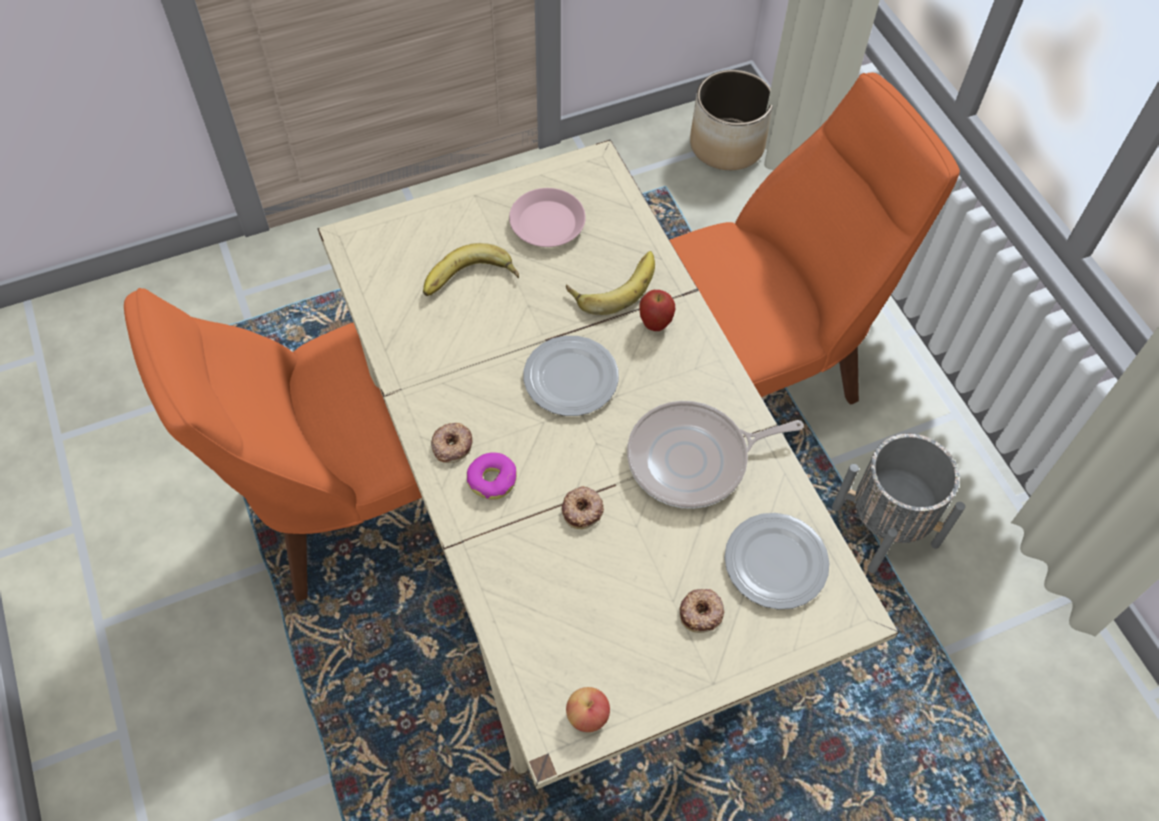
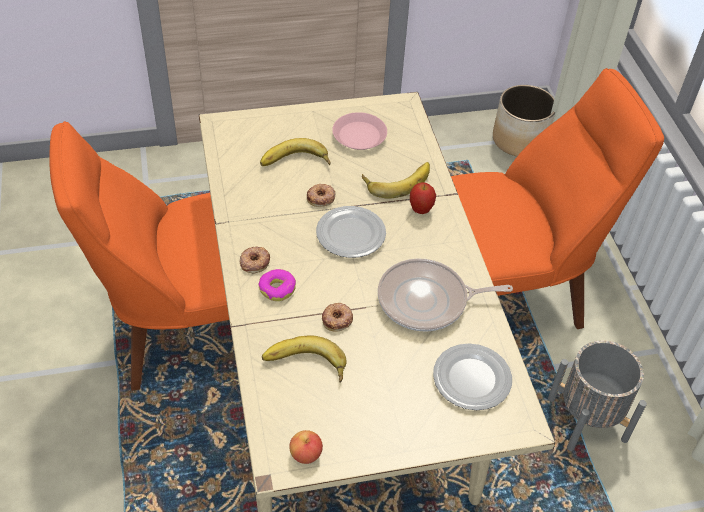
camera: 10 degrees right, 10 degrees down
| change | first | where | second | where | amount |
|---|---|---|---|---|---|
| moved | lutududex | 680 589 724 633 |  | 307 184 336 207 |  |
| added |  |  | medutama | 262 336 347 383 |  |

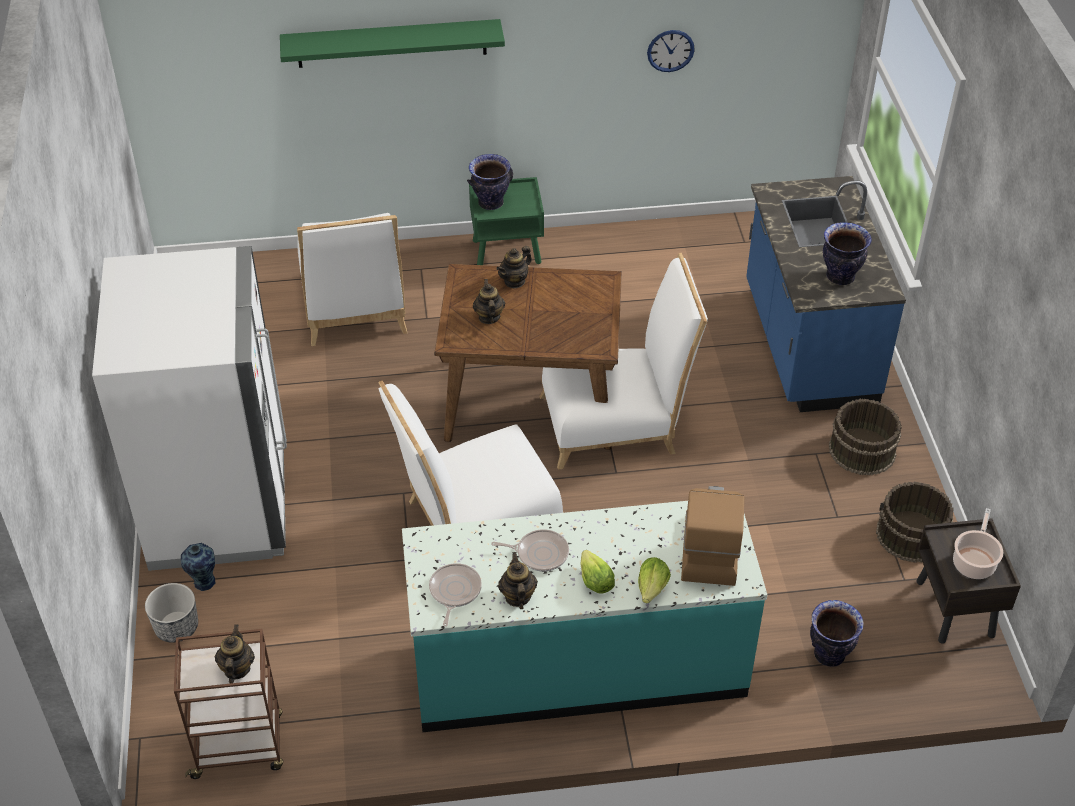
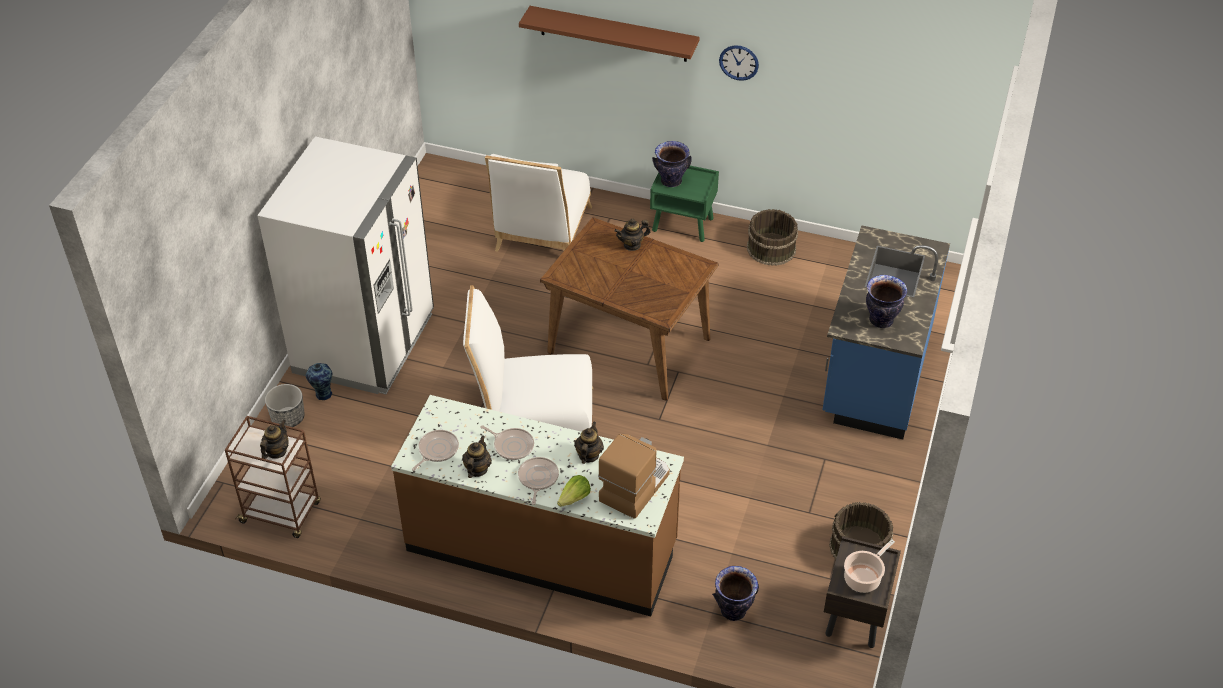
camera: 25 degrees right, 0 degrees up
| change | first | where | second | where | amount |
|---|---|---|---|---|---|
| recoloured | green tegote | 280 19 505 68 | brown tegote | 519 6 700 62 |  |
| recoloured | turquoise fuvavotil | 402 501 767 732 | brown fuvavotil | 391 395 684 616 |  |
| moved | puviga | 473 279 505 324 |  | 574 421 604 464 |  |
| removed | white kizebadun | 540 253 708 470 |  |  |  |
| replaced | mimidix | 580 550 615 594 | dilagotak | 518 457 559 505 |  |
| moved | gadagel | 647 30 695 72 |  | 719 45 759 81 |  |
| moved | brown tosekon | 829 399 902 475 |  | 747 209 798 266 |  |

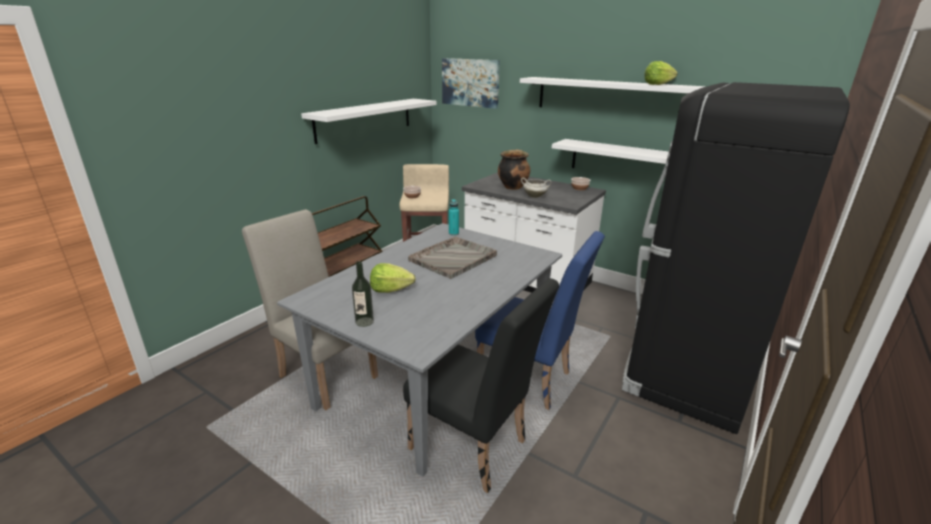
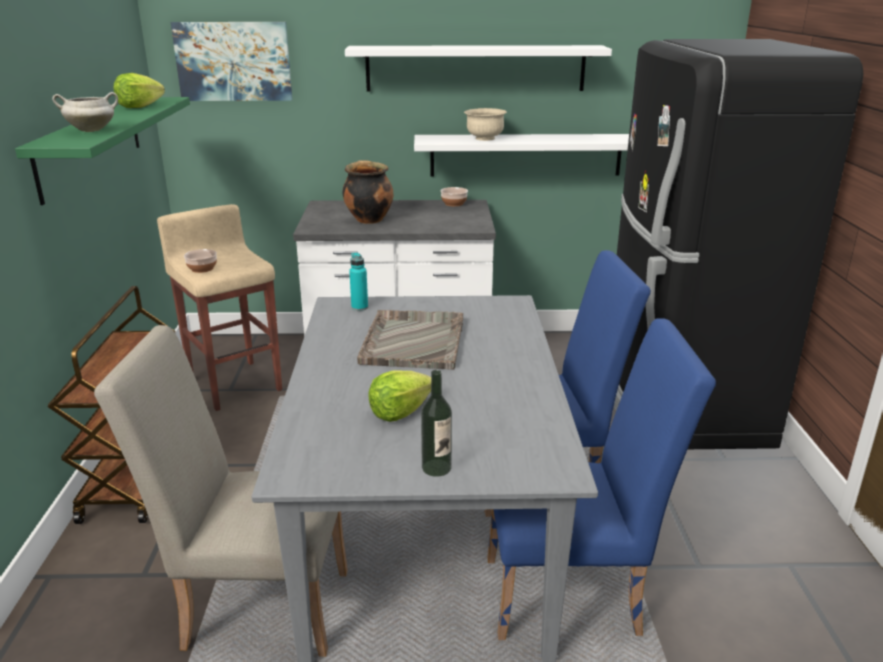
camera: 35 degrees left, 0 degrees up
| change | first | where | second | where | amount |
|---|---|---|---|---|---|
| recoloured | white tegote | 301 99 437 144 | green tegote | 15 97 190 205 |  |
| recoloured | black kizebadun | 403 278 559 493 | blue kizebadun | 487 318 716 640 |  |
| moved | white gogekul | 521 178 551 198 |  | 52 92 118 132 |  |
| moved | mimidix | 644 61 678 85 |  | 114 73 165 108 |  |
| added |  |  | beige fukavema | 464 108 507 141 |  |

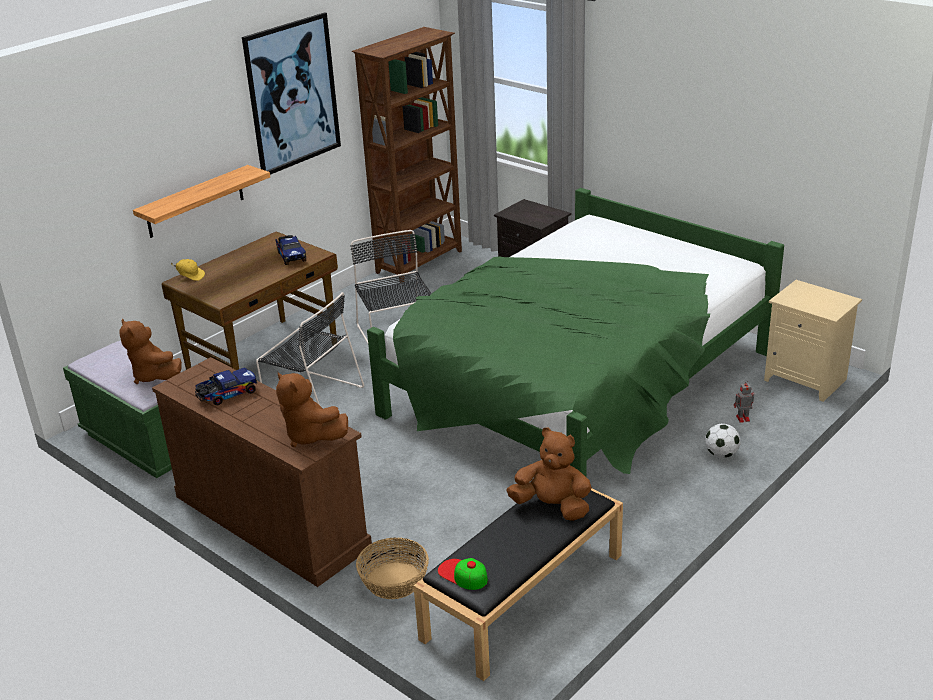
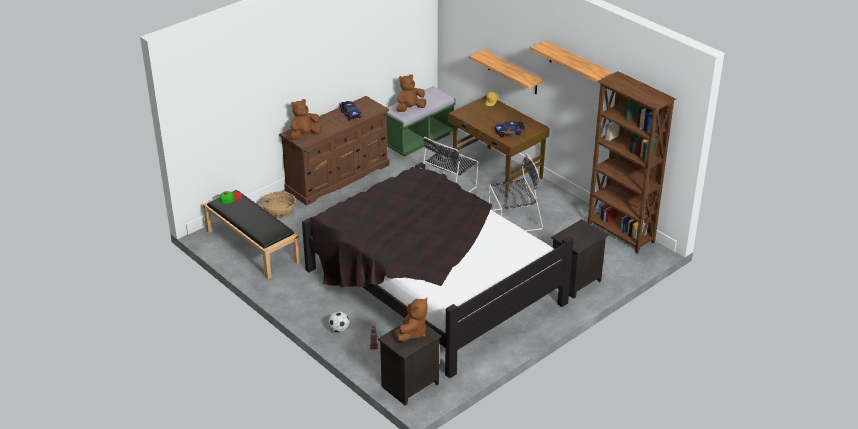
camera: 95 degrees right, 5 degrees up
| change | first | where | second | where | amount |
|---|---|---|---|---|---|
| replaced | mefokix | 242 12 341 175 | tegote | 531 40 611 82 |  |
| recoloured | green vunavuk | 367 188 784 477 | black vunavuk | 302 162 574 378 |  |
| moved | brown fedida | 506 428 592 521 |  | 395 298 428 342 |  |
| recoloured | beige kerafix | 764 280 862 402 | black kerafix | 378 324 442 405 |  |

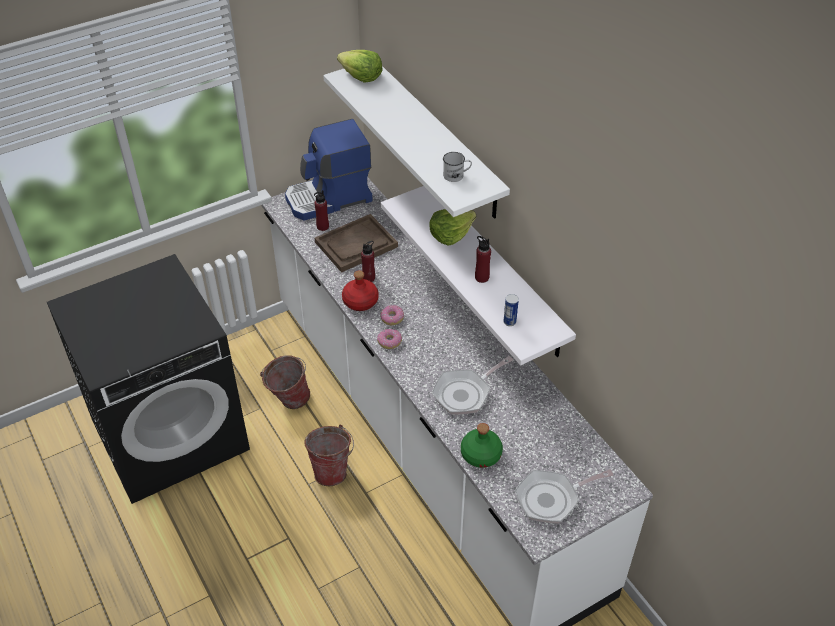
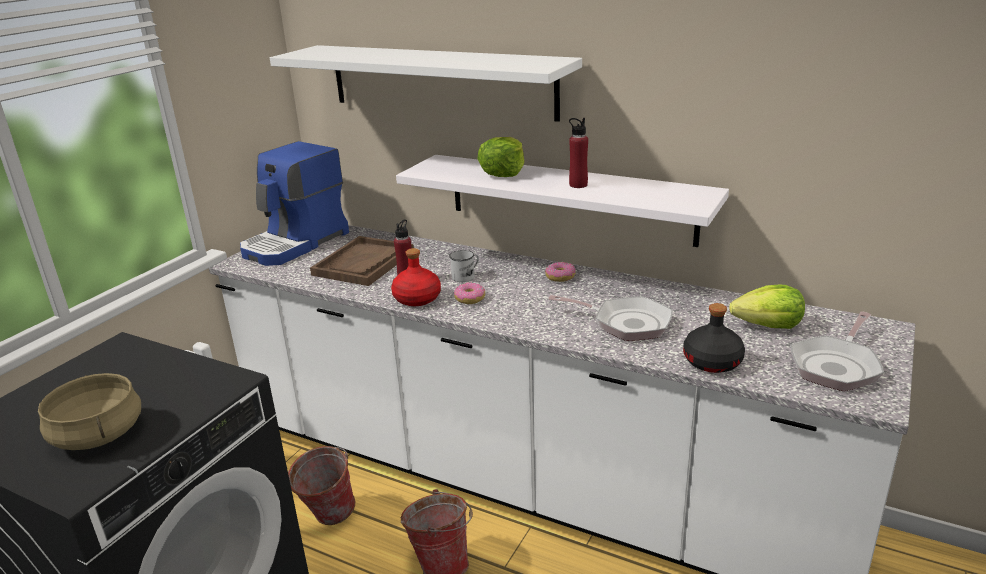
camera: 30 degrees left, 20 degrees down
| change | first | where | second | where | amount |
|---|---|---|---|---|---|
| removed | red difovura | 314 190 329 231 |  |  |  |
| moved | mimidix | 337 50 383 83 |  | 729 285 805 329 |  |
| moved | lutududex | 377 329 402 349 |  | 545 262 576 282 |  |
| turned | dilagotak | 432 356 513 415 |  | 548 295 673 341 | 90 degrees counterclockwise |
| moved | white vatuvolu | 443 152 472 182 |  | 449 250 479 282 |  |
| recoloured | green difovura | 461 423 503 468 | black difovura | 683 303 745 373 |  |
| removed | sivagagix | 504 294 519 326 |  |  |  |
| added |  |  | beige gogekul | 38 373 141 450 |  |

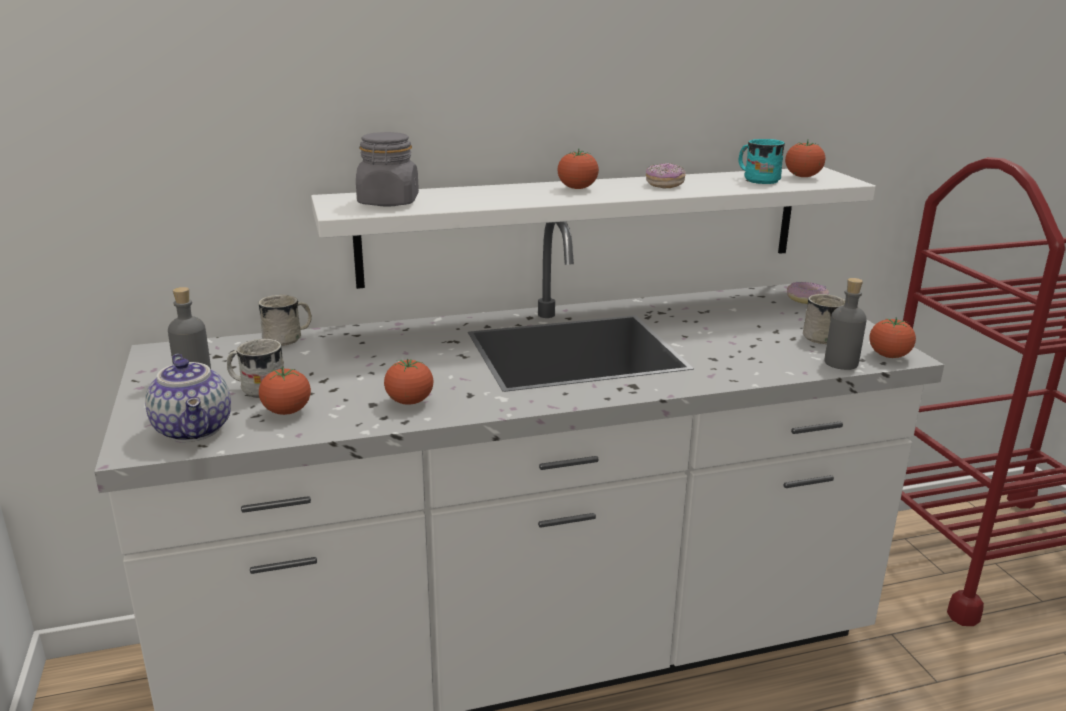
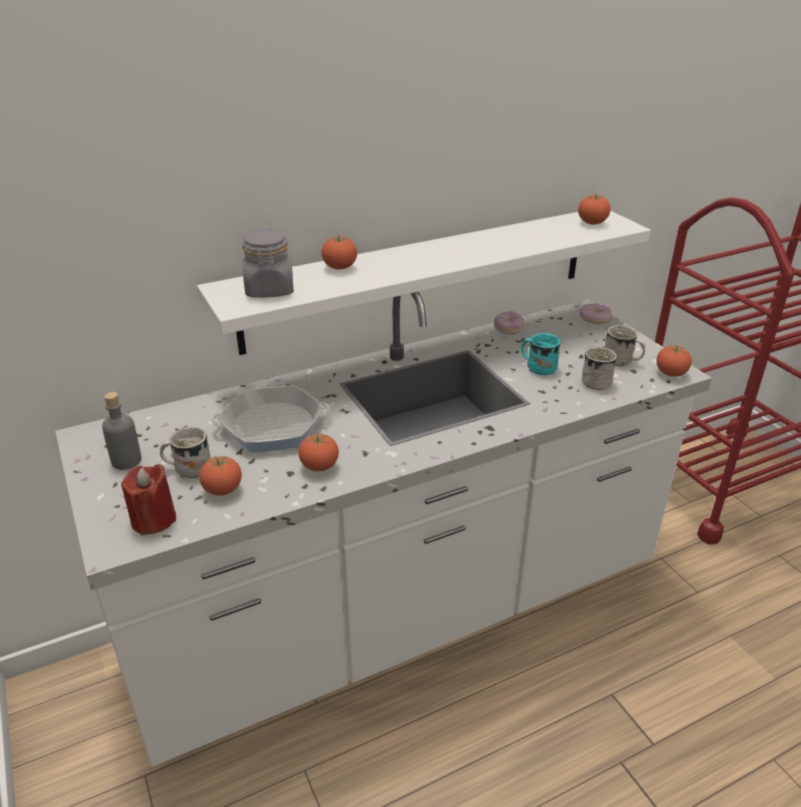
camera: 10 degrees left, 10 degrees up
| change | first | where | second | where | amount |
|---|---|---|---|---|---|
| replaced | puviga | 145 354 231 442 | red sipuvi | 121 464 176 535 |  |
| moved | white vatuvolu | 258 295 312 346 |  | 581 347 617 390 |  |
| moved | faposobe | 557 149 599 189 |  | 321 235 357 269 |  |
| moved | lutududex | 646 163 686 188 |  | 494 311 524 334 |  |
| moved | turquoise vatuvolu | 739 139 785 184 |  | 521 333 561 375 |  |
| removed | grey difovura | 824 278 867 370 |  |  |  |
| added |  |  | dilagotak | 211 386 331 452 |  |

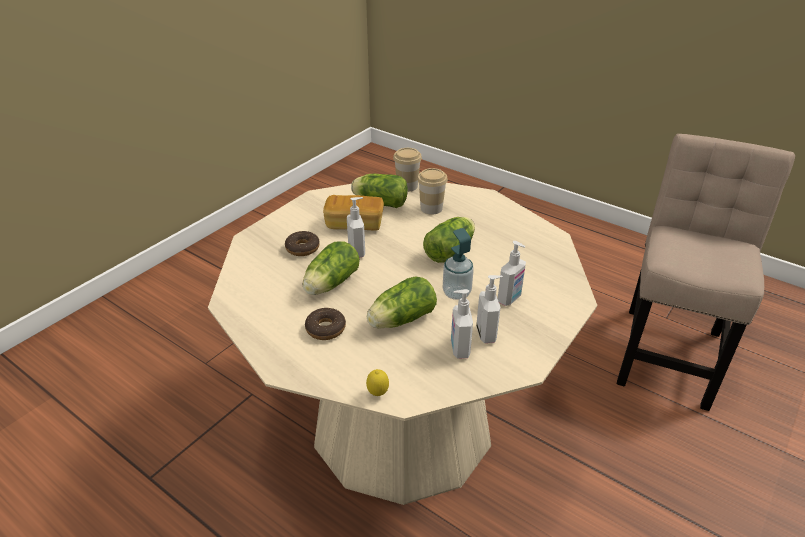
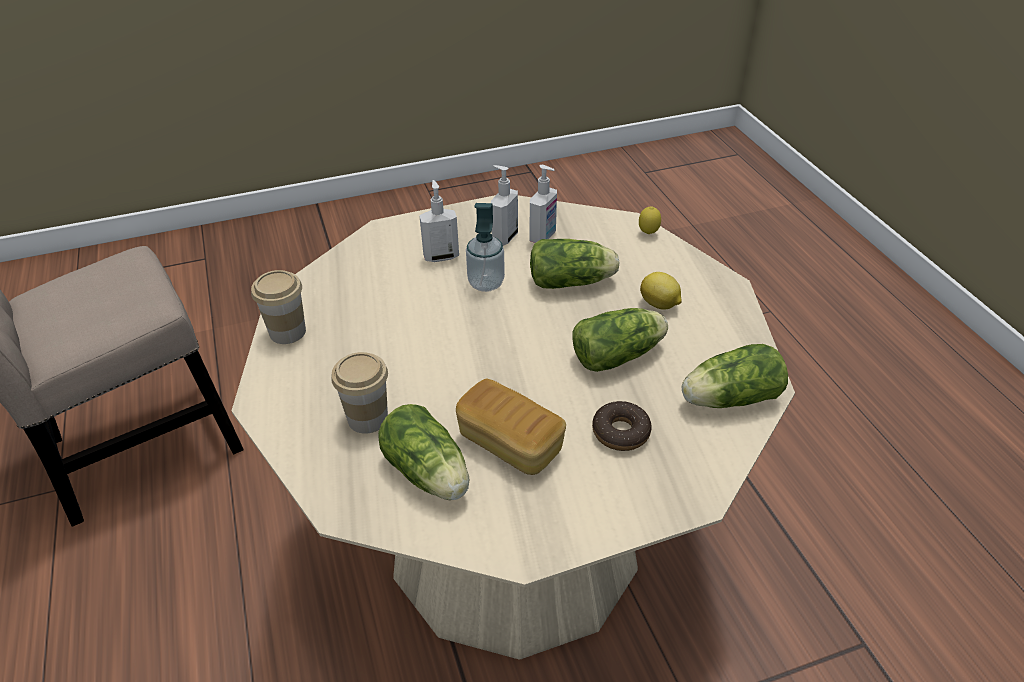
camera: 145 degrees left, 5 degrees up
| change | first | where | second | where | amount |
|---|---|---|---|---|---|
| replaced | lutududex | 305 308 346 340 | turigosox | 640 272 682 310 |  |
| removed | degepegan | 347 197 365 257 |  |  |  |
| moved | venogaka | 393 148 422 192 |  | 251 270 306 344 |  |
| moved | mimidix | 423 217 475 263 |  | 682 344 788 408 |  |

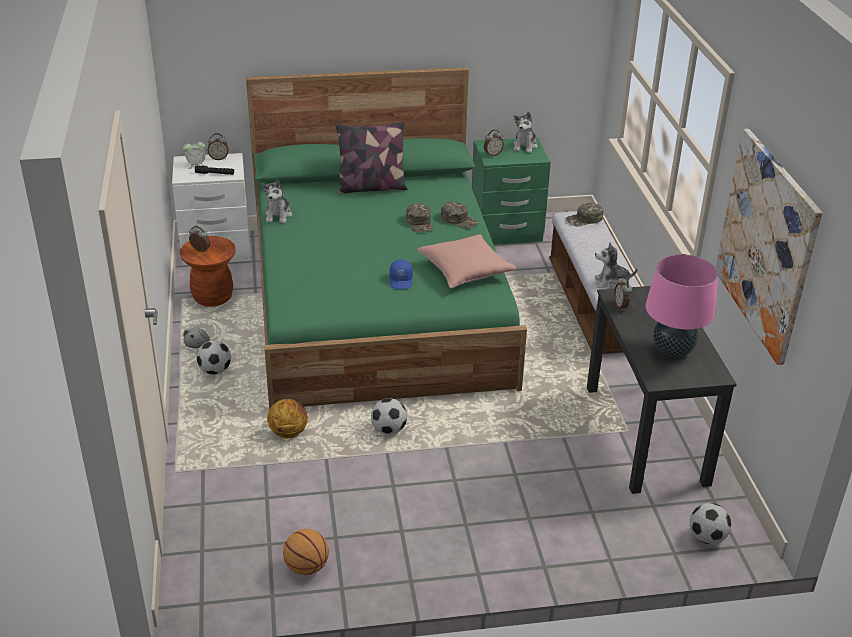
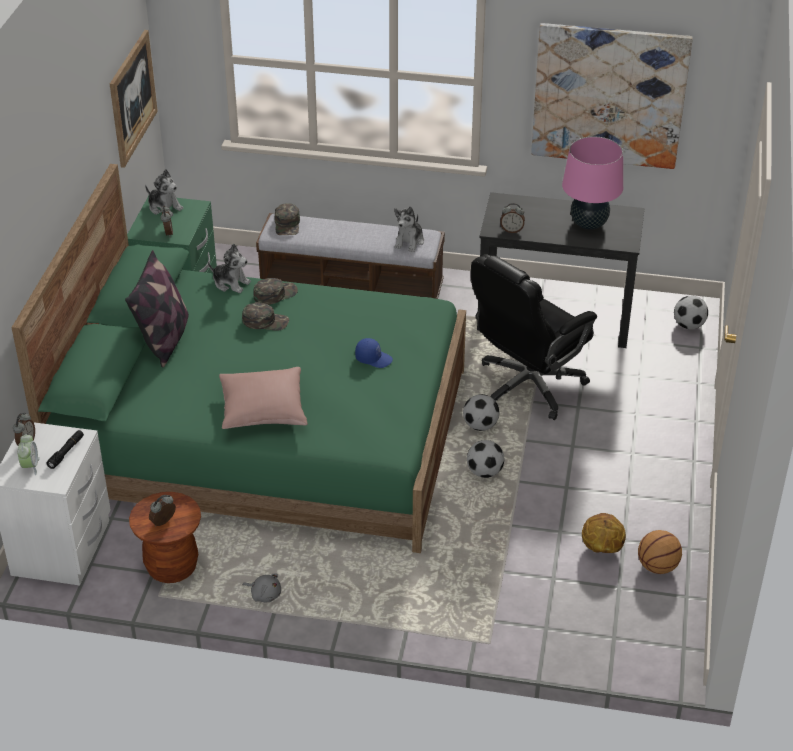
camera: 70 degrees left, 5 degrees up
| change | first | where | second | where | amount |
|---|---|---|---|---|---|
| moved | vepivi | 197 340 231 375 |  | 463 394 500 431 |  |
| moved | fedida | 261 179 292 223 |  | 208 243 251 293 |  |
| moved | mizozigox | 267 399 308 439 |  | 582 513 626 553 |  |
| moved | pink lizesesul | 417 234 516 289 |  | 219 367 308 429 |  |
| added |  |  | mefokix | 110 30 158 168 |  |
| added |  |  | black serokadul | 471 254 597 420 |  |

